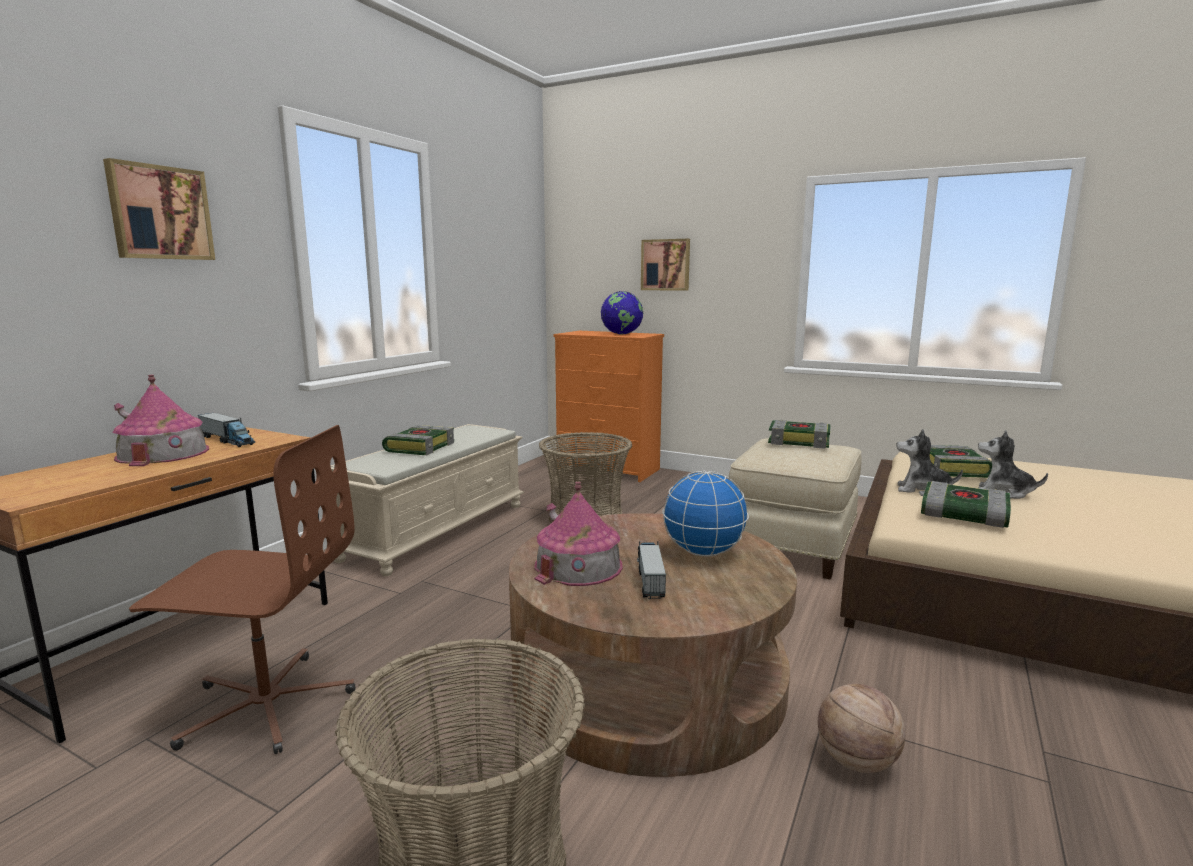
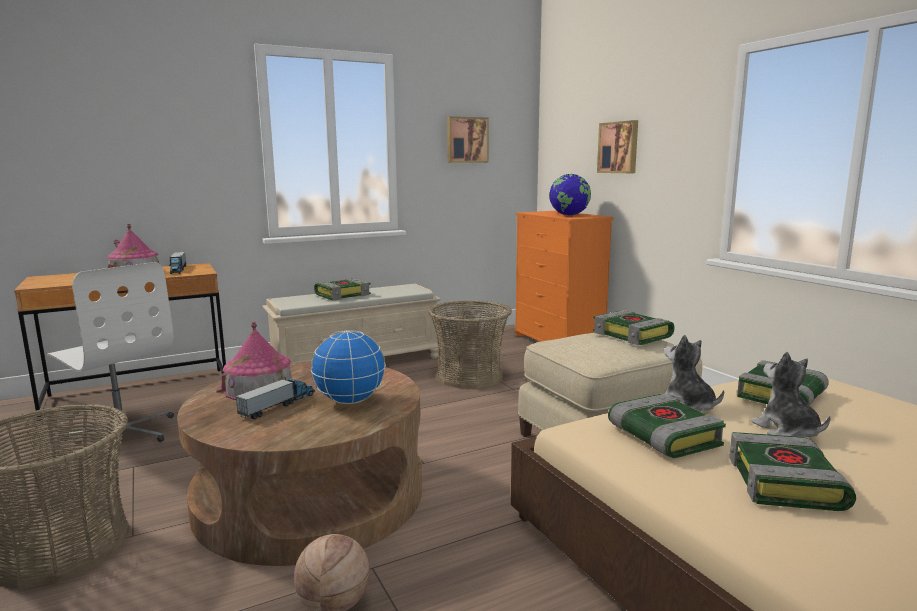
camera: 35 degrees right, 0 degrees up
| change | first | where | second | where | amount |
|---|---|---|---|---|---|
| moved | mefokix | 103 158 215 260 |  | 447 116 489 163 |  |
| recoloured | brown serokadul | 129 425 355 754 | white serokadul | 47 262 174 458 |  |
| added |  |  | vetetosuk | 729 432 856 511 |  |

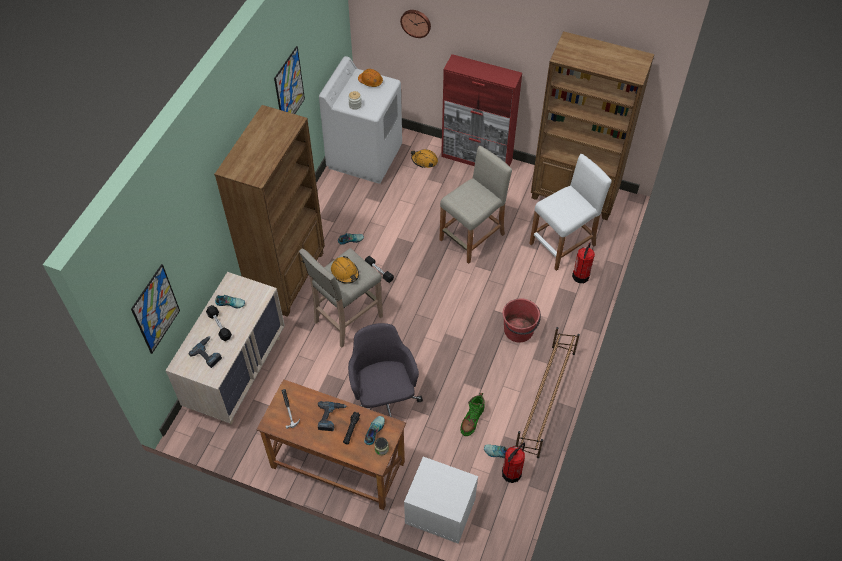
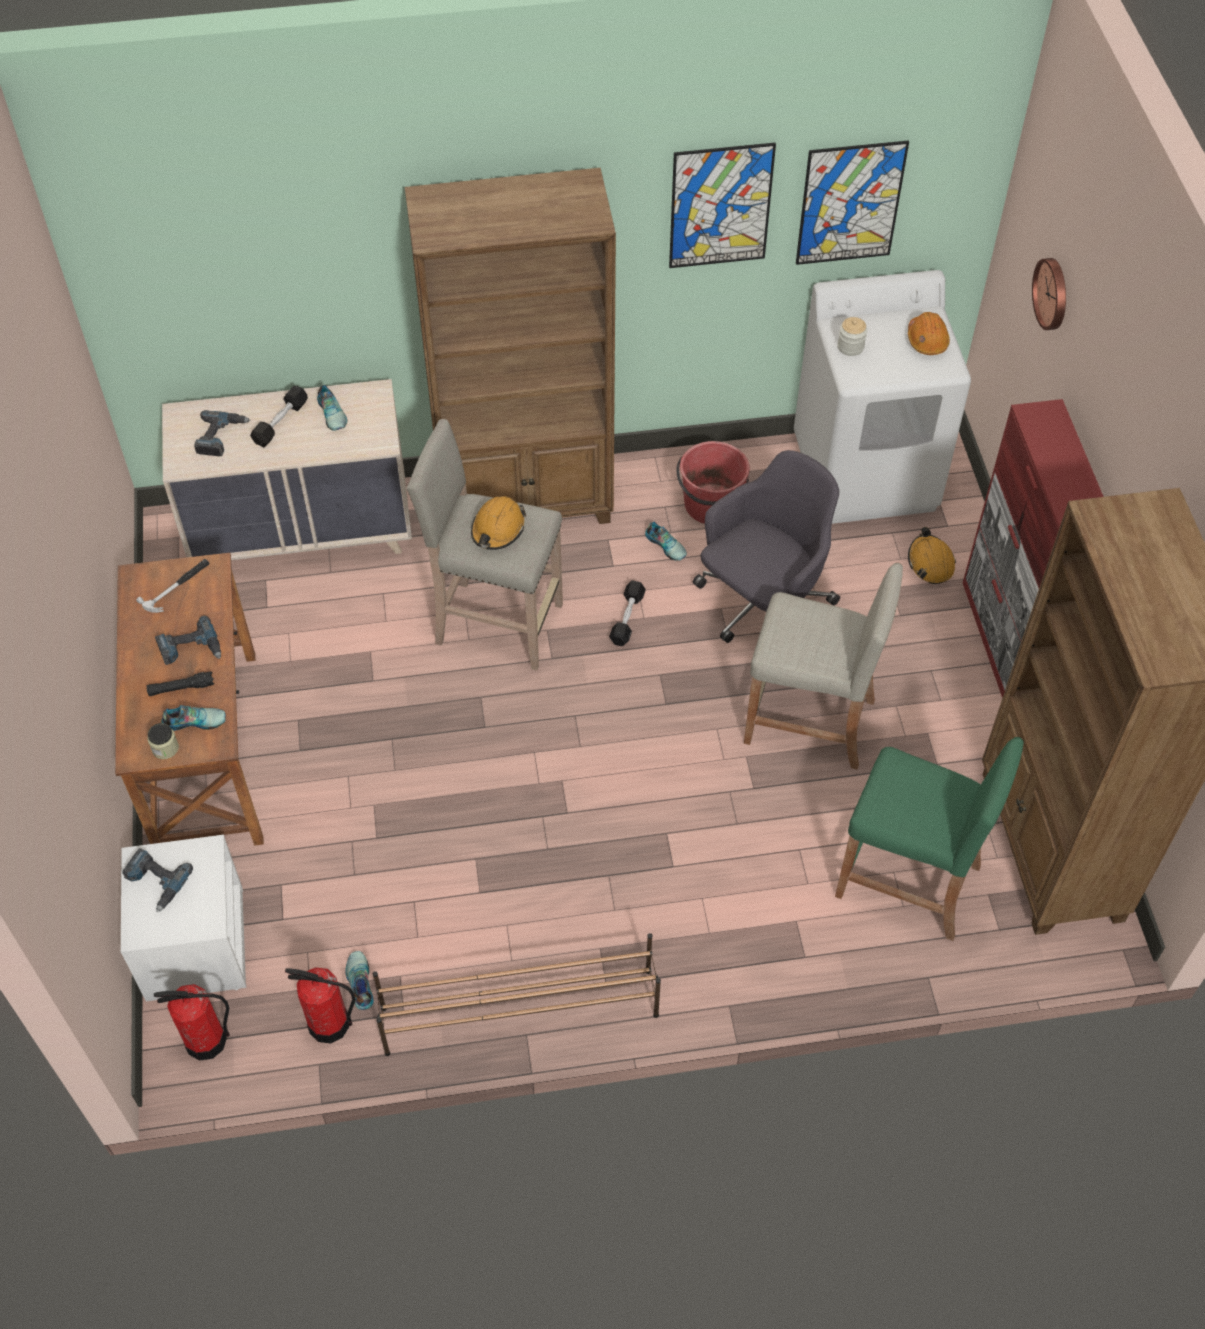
camera: 60 degrees right, 0 degrees up
| change | first | where | second | where | amount |
|---|---|---|---|---|---|
| moved | mefokix | 131 264 180 354 |  | 796 140 909 265 |  |
| moved | grey serokadul | 348 323 423 417 |  | 693 450 840 643 |  |
| removed | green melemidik | 460 392 485 436 |  |  |  |
| moved | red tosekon | 503 298 541 342 |  | 677 441 750 524 |  |
| recoloured | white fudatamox | 529 154 612 271 | green fudatamox | 835 737 1024 941 |  |
| moved | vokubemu | 572 243 595 283 |  | 154 984 230 1060 |  |
| added |  |  | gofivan | 122 848 193 912 |  |

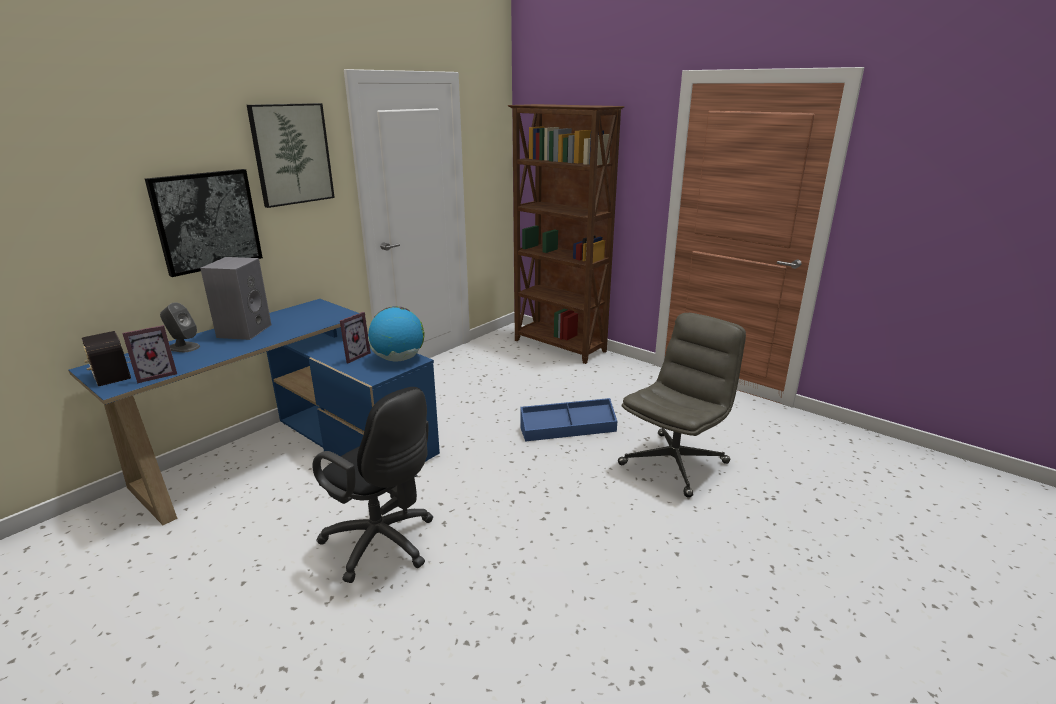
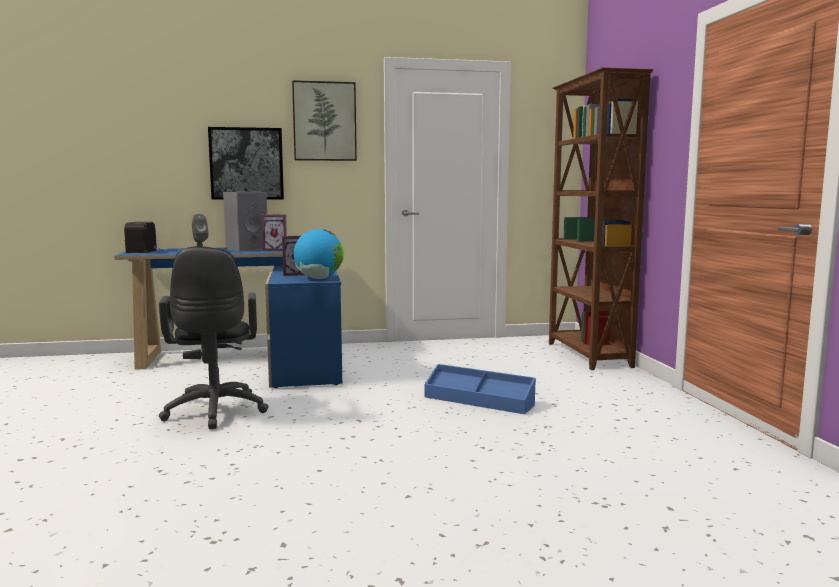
camera: 40 degrees right, 15 degrees down
| change | first | where | second | where | amount |
|---|---|---|---|---|---|
| moved | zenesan | 122 325 177 383 |  | 262 214 287 251 |  |
| removed | grey serokadul | 618 313 746 498 |  |  |  |

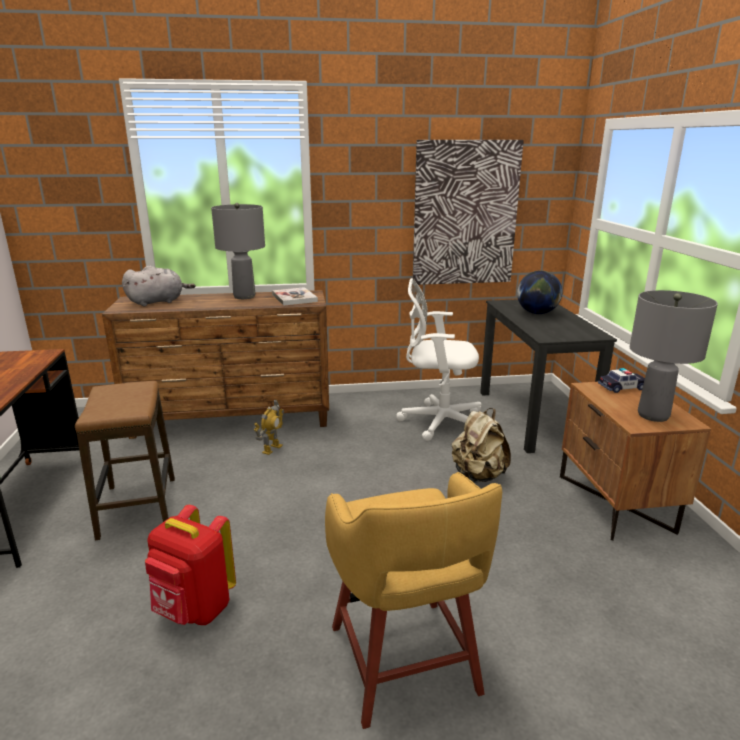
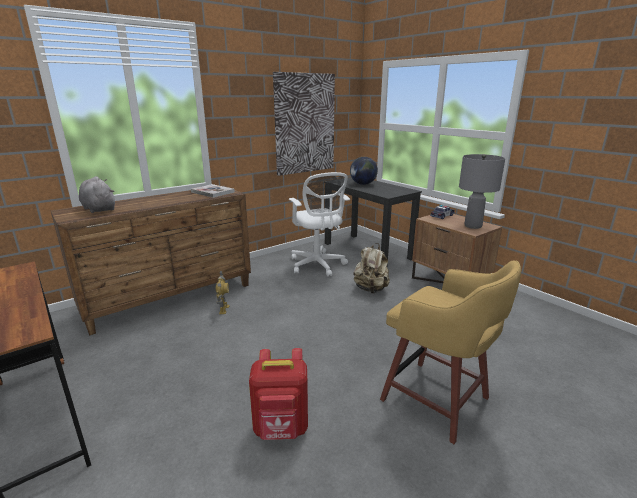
camera: 30 degrees left, 0 degrees up
| change | first | where | second | where | amount |
|---|---|---|---|---|---|
| removed | fudatamox | 75 381 175 541 |  |  |  |
| turned | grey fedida | 122 266 196 306 |  | 79 176 115 213 | 75 degrees counterclockwise |
| removed | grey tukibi | 211 203 265 299 |  |  |  |
| turned | white serokadul | 396 278 482 441 |  | 289 172 350 277 | 90 degrees counterclockwise |

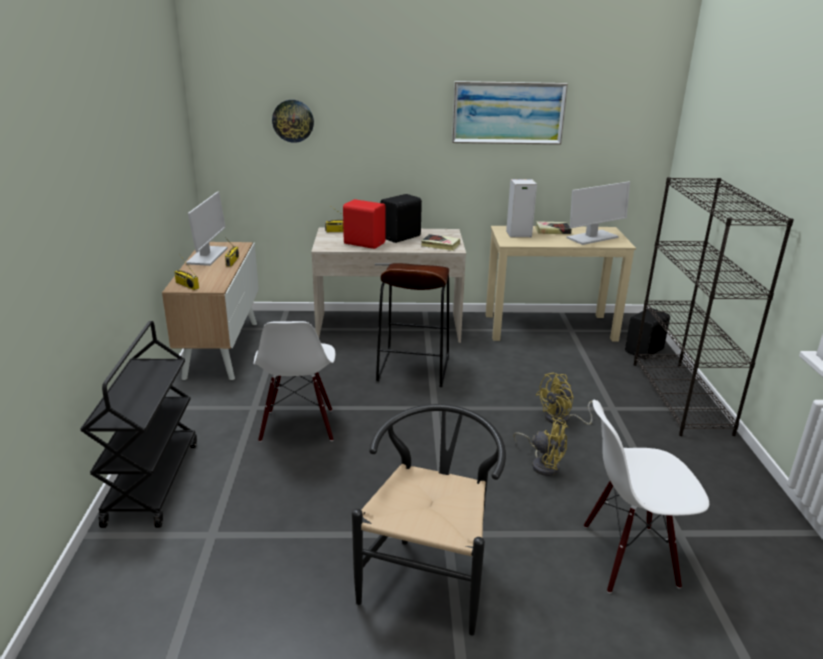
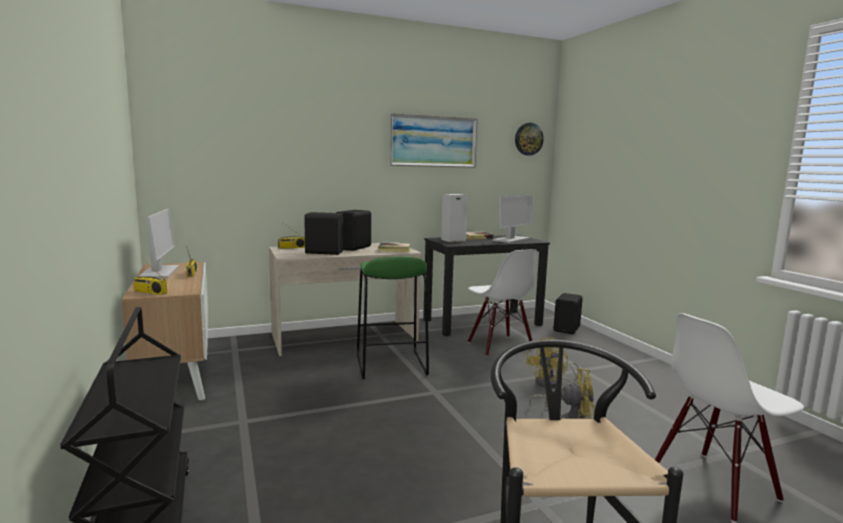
camera: 20 degrees left, 15 degrees down
| change | first | where | second | where | amount |
|---|---|---|---|---|---|
| moved | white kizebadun | 254 321 335 442 |  | 468 249 537 357 |  |
| moved | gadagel | 272 100 314 143 |  | 515 123 544 156 |  |
| recoloured | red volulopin | 343 199 386 249 | black volulopin | 304 212 344 255 |  |
| recoloured | brown fudatamox | 376 263 449 387 | green fudatamox | 357 256 429 379 |  |
| recoloured | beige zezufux | 486 226 636 341 | black zezufux | 423 235 550 336 |  |
| removed | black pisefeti | 634 177 794 436 |  |  |  |

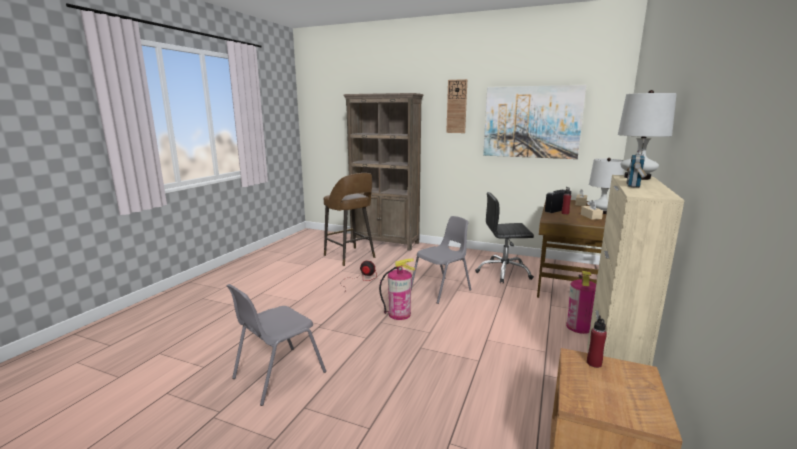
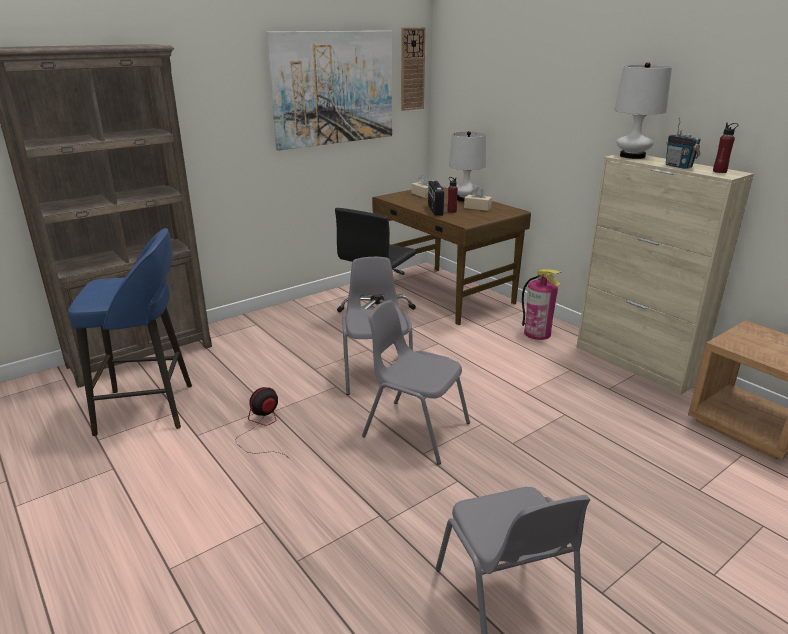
camera: 60 degrees left, 10 degrees up
| change | first | where | second | where | amount |
|---|---|---|---|---|---|
| recoloured | brown fudatamox | 324 173 375 266 | blue fudatamox | 68 228 192 436 |  |
| replaced | vokubemu | 379 259 415 320 | grey kizebadun | 362 300 470 465 |  |
| moved | gadagel | 446 79 467 133 |  | 401 27 426 111 |  |
| moved | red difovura | 587 316 607 368 |  | 713 123 738 173 |  |

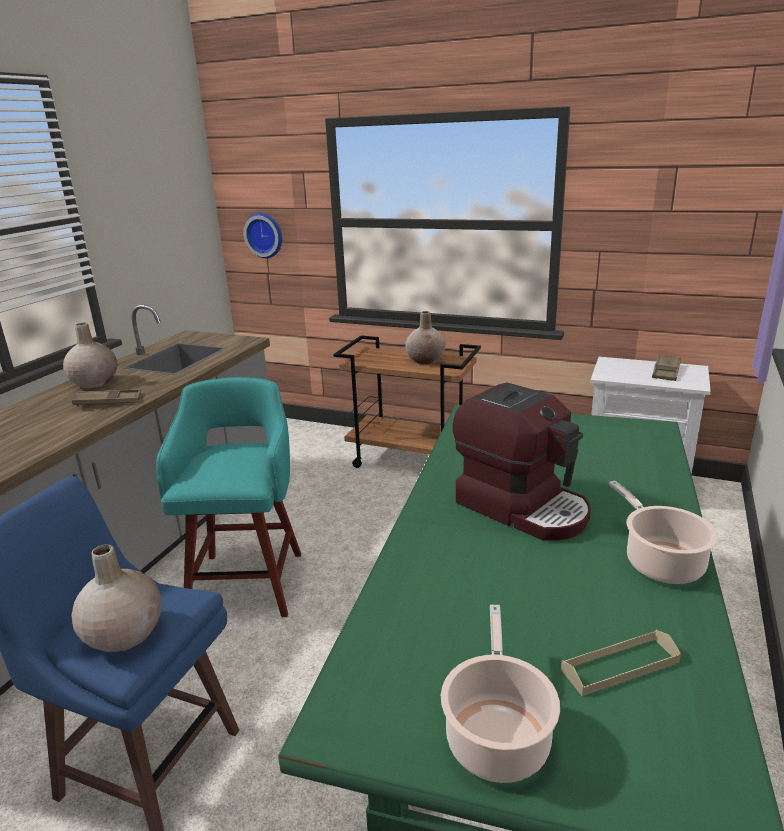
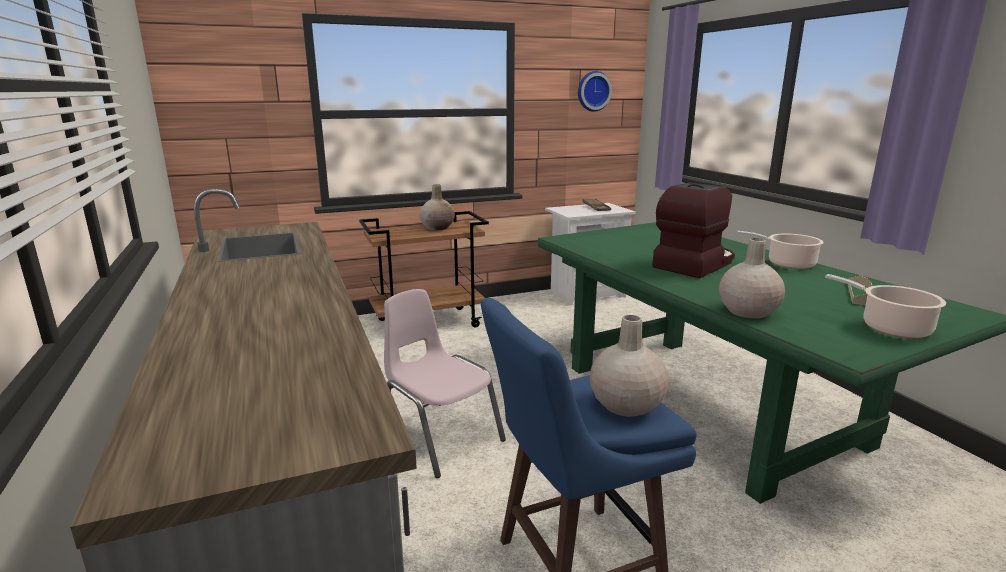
camera: 45 degrees left, 5 degrees down
| change | first | where | second | where | amount |
|---|---|---|---|---|---|
| moved | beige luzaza | 63 323 118 388 |  | 719 238 785 319 |  |
| removed | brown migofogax | 72 389 141 407 |  |  |  |
| replaced | turquoise fudatamox | 156 377 301 617 | pink kizebadun | 384 289 506 478 |  |
| moved | gadagel | 243 213 282 258 |  | 578 71 612 112 |  |
| turned | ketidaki | 452 382 591 540 |  | 652 182 735 278 | 45 degrees counterclockwise |

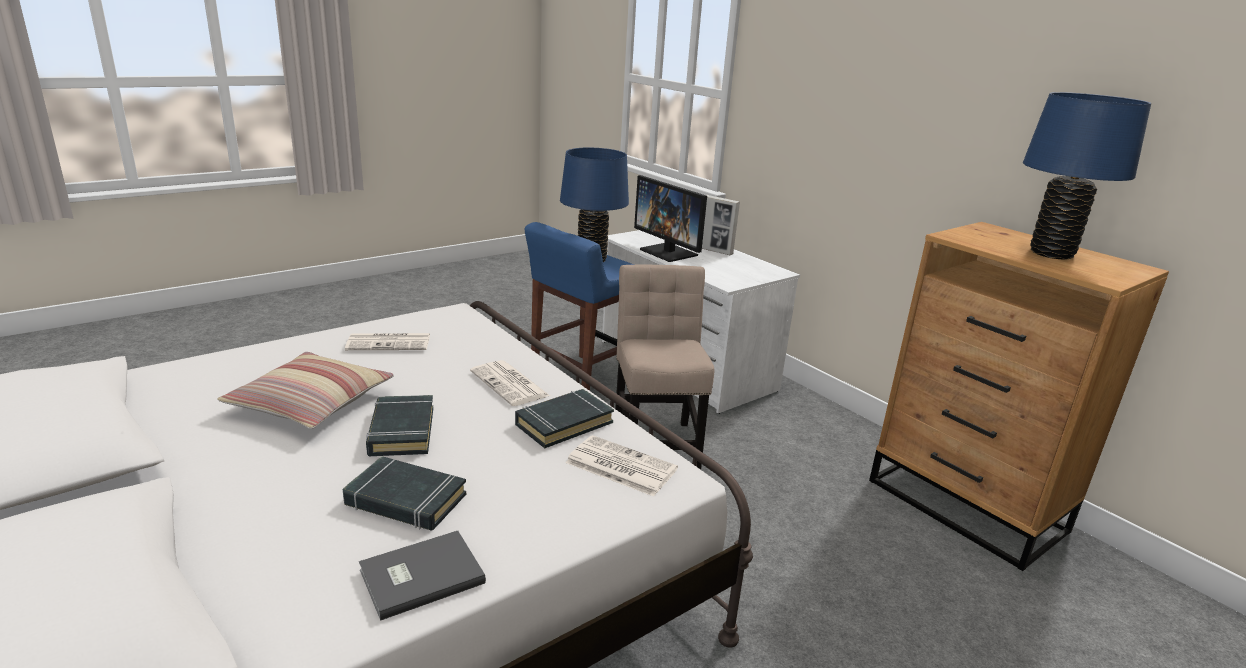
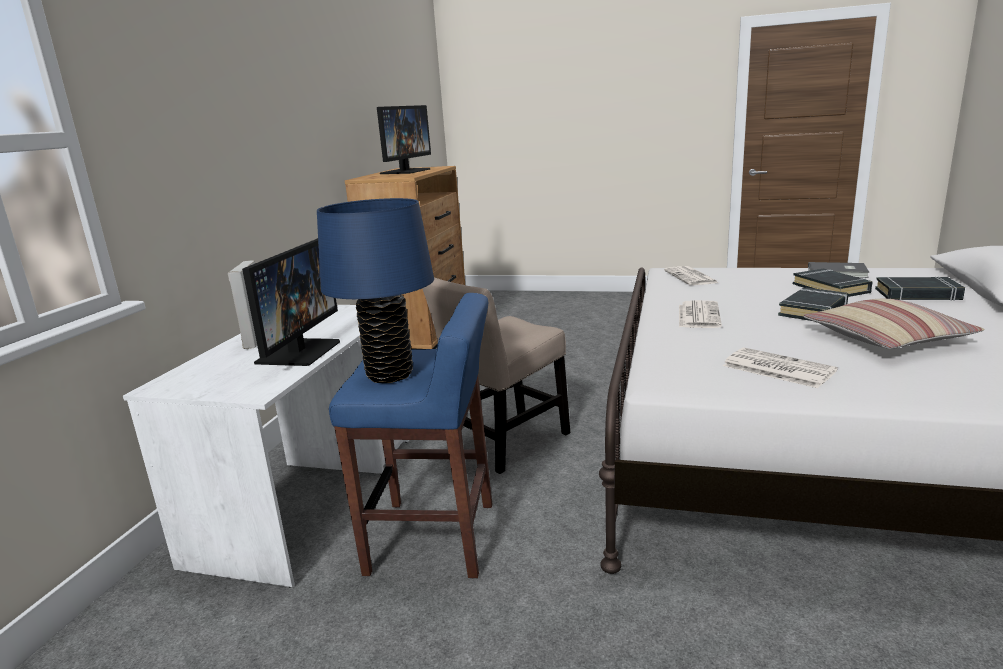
camera: 125 degrees left, 5 degrees down
| change | first | where | second | where | amount |
|---|---|---|---|---|---|
| moved | black vetetosuk | 515 389 614 448 |  | 875 277 965 301 |  |
| replaced | blue tukibi | 1023 92 1151 260 | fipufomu | 377 105 431 174 |  |

